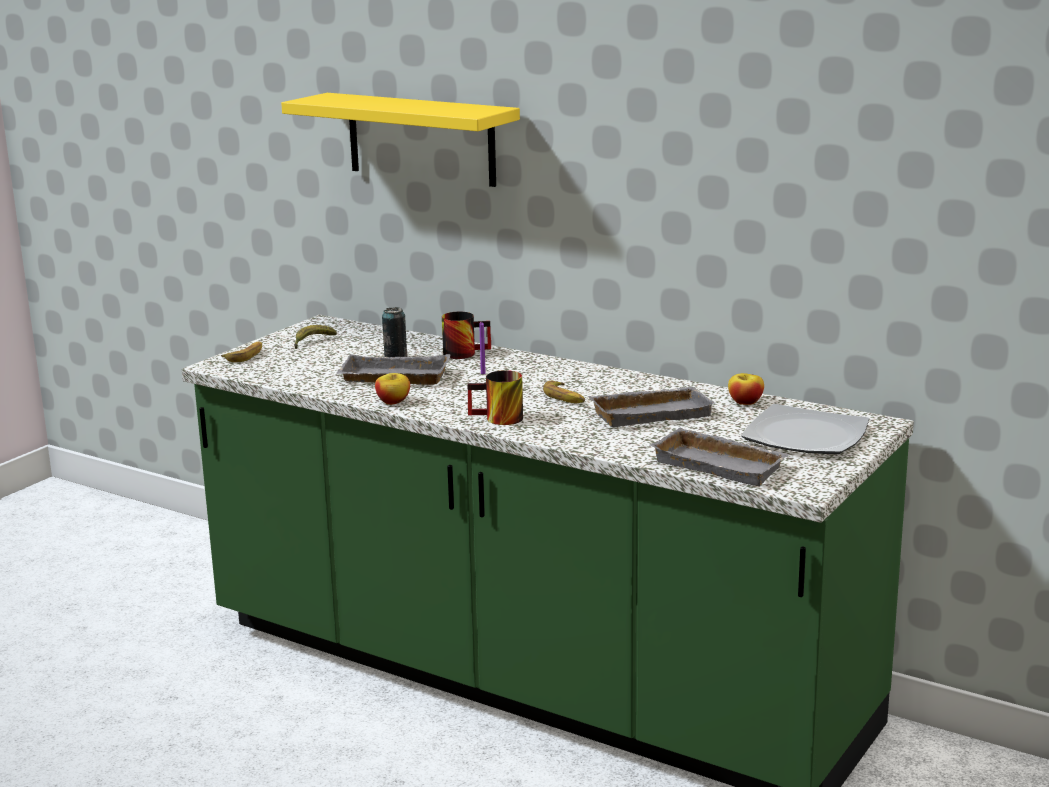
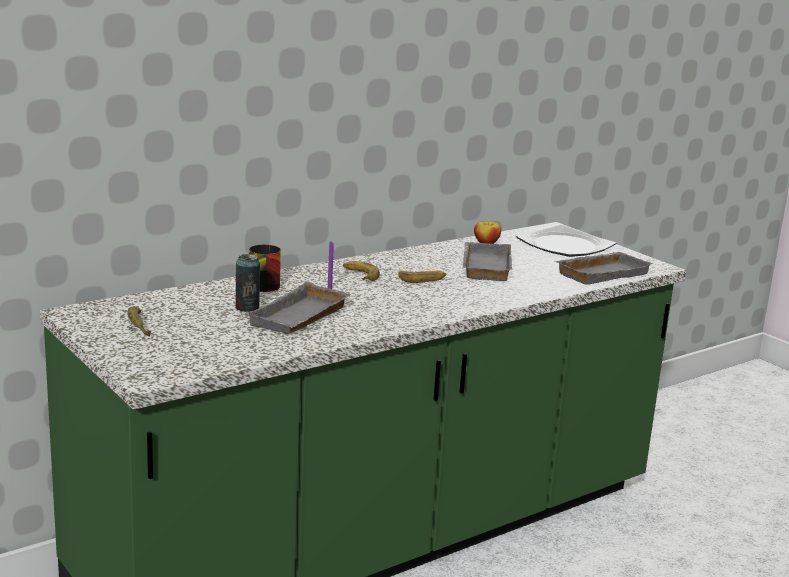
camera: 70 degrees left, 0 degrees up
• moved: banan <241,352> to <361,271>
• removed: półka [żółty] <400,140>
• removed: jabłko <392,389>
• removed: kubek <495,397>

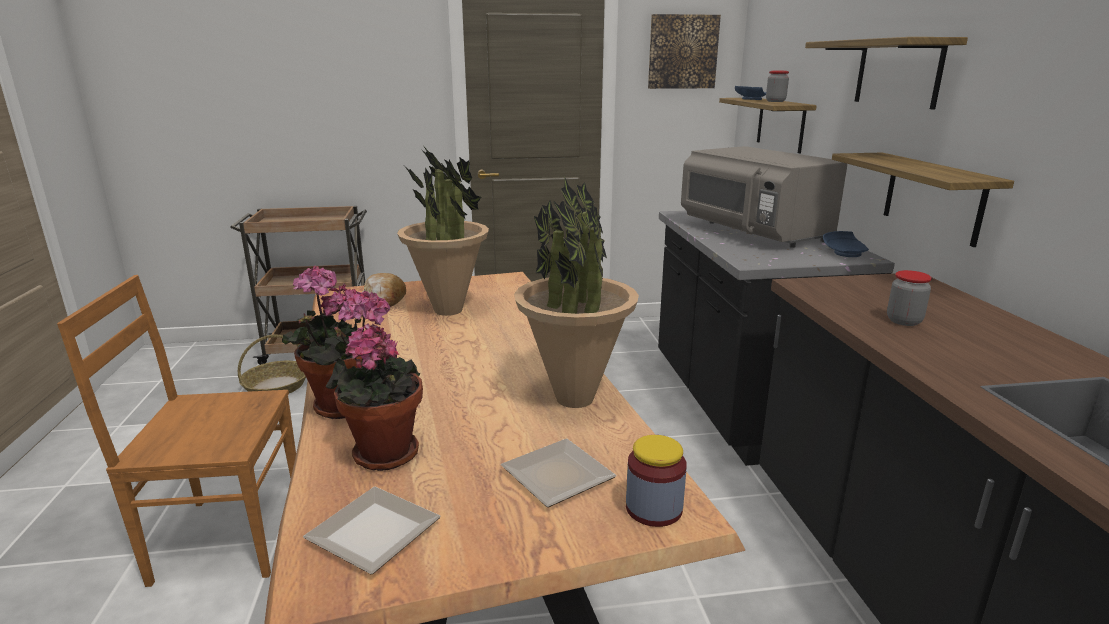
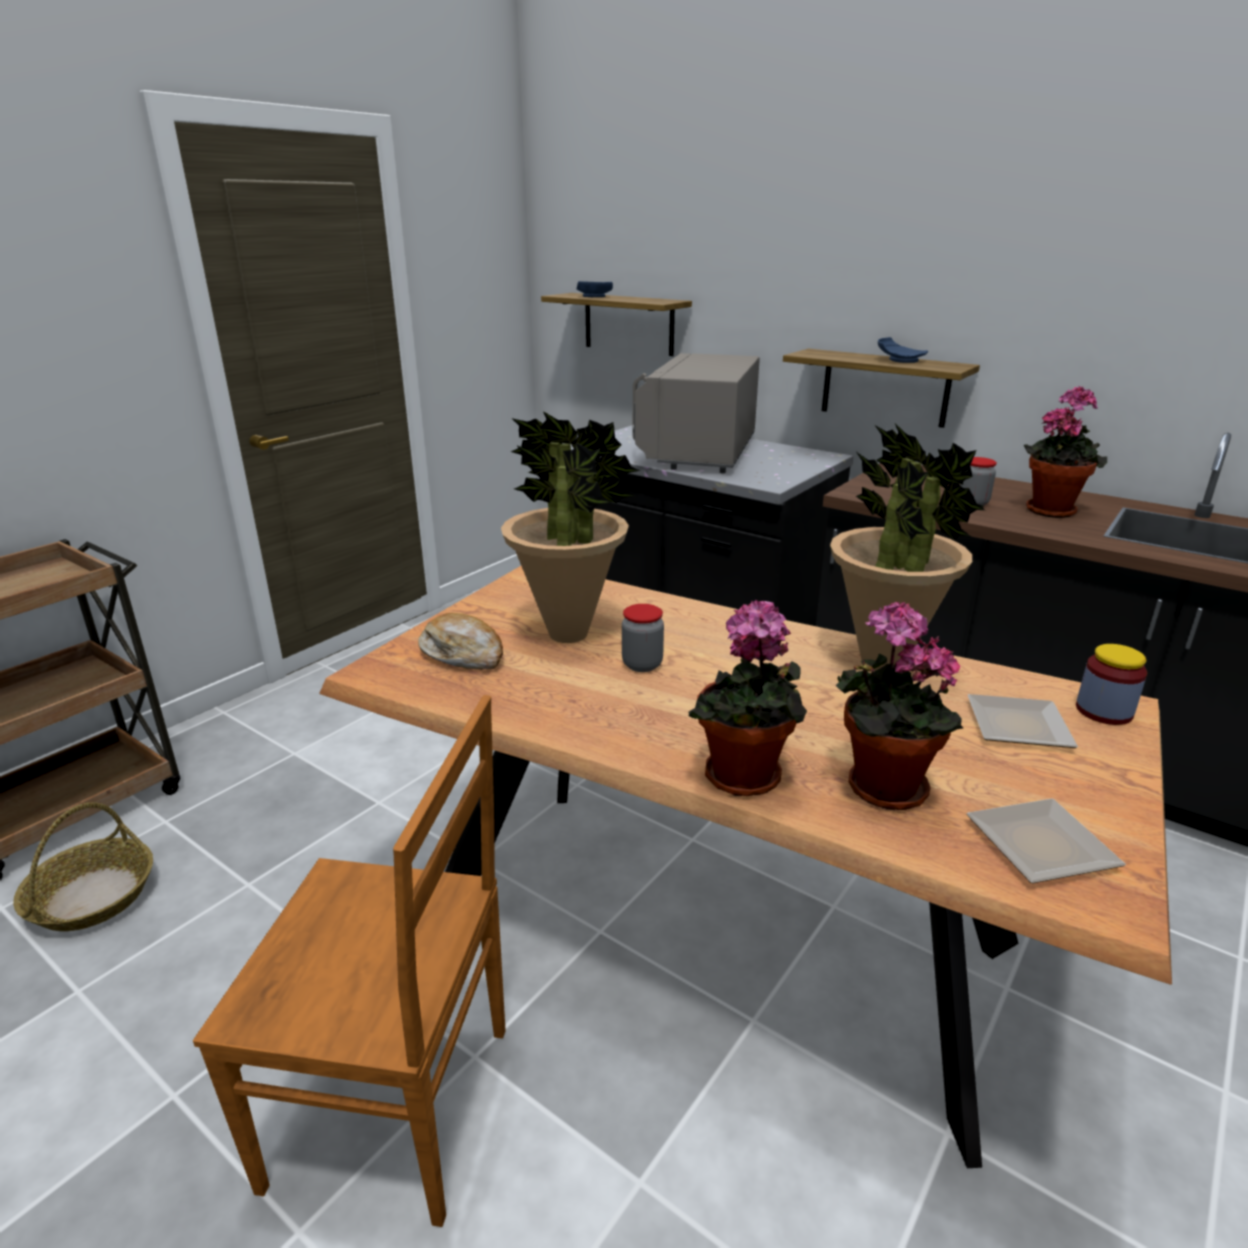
camera: 45 degrees left, 5 degrees up
• turned: krzesło [brązowy] <176,431> = <349,961> 120 degrees counterclockwise
• moved: słoik <777,86> to <643,638>
• turned: mikrofalówka [szary] <764,197> = <696,413> 90 degrees clockwise
• moved: talerz [niebieski] <846,244> to <903,350>
• added: roślina doniczkowa <1065,451>
• removed: obraz <684,51>
• removed: półka <886,73>

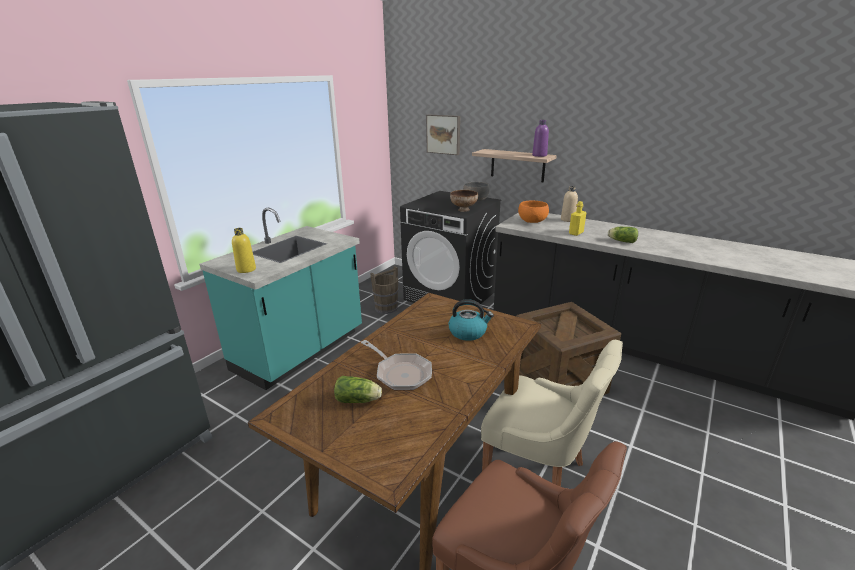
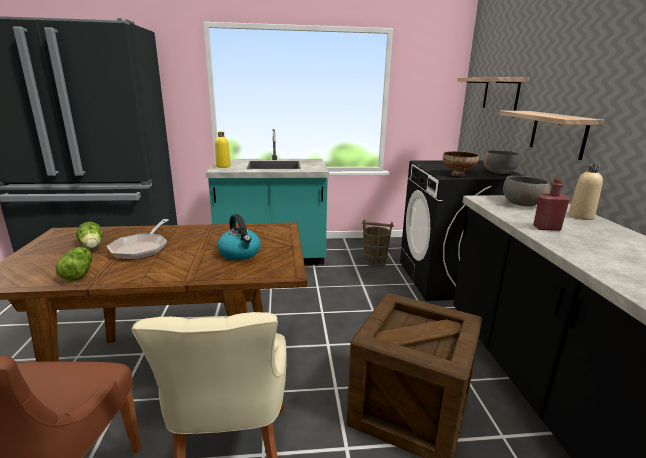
camera: 50 degrees right, 5 degrees down
• moved: sałata <623,235> to <73,264>
• replaced: obraz <443,135> to półka <493,94>
• recoloured: miska [pomarańczowy] <533,212> to miska [szary] <526,191>
• recoloured: butelka [żółty] <577,218> to butelka [czerwony] <551,204>
• removed: butelka [fioletowy] <540,138>

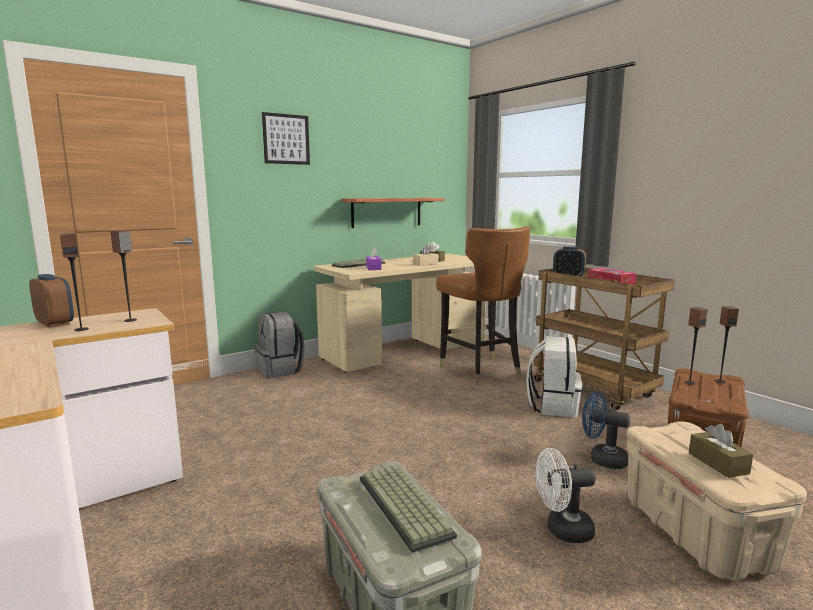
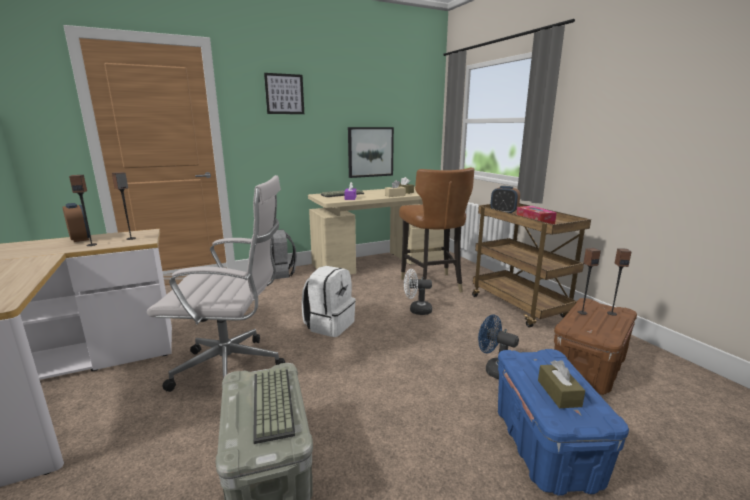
camera: 10 degrees right, 5 degrees up
• added: krzesło biurowe [biały] <216,283>
• moved: plecak [biały] <554,376> to <329,301>
• replaced: półka <392,213> to obraz <371,152>
• moved: wentylator [biały] <565,495> to <418,292>
• recoloured: pojemnik do przechowywania [beżowy] <717,501> to pojemnik do przechowywania [niebieski] <563,422>

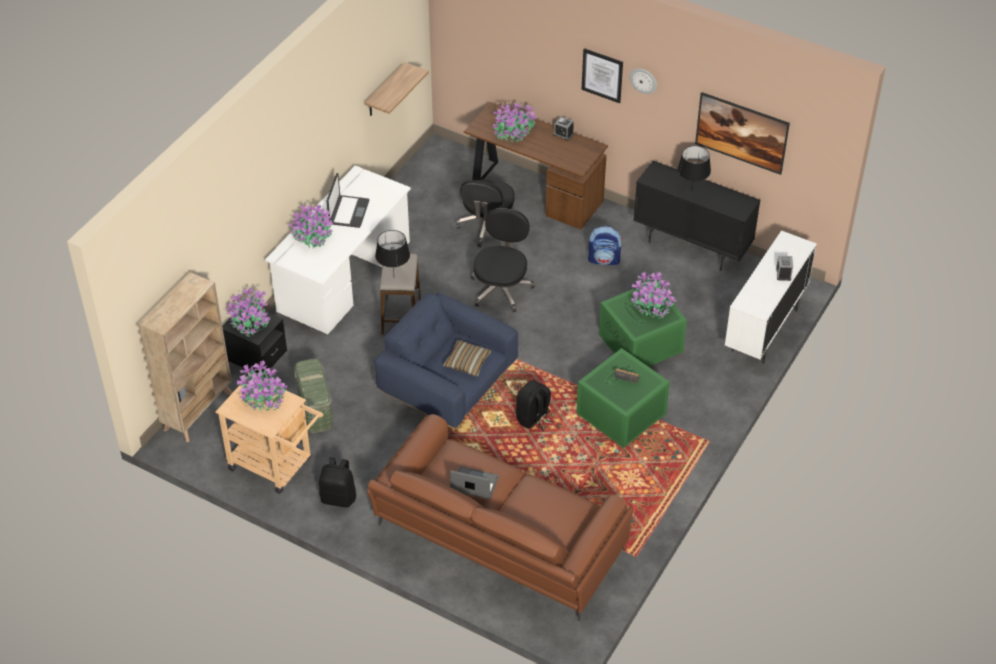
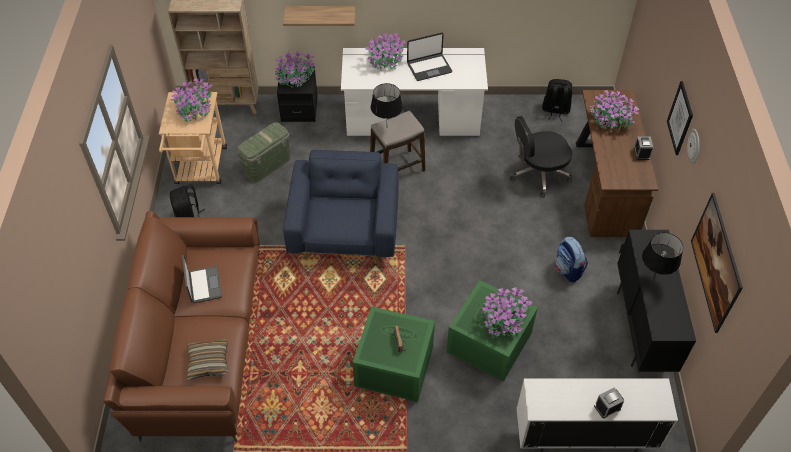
camera: 60 degrees right, 5 degrees up
• moved: poduszka <467,358> to <207,359>
• moved: półka <396,89> to <319,16>
• moved: plecak [czarny] <535,406> to <557,100>
• removed: krzesło biurowe [czarny] <503,260>

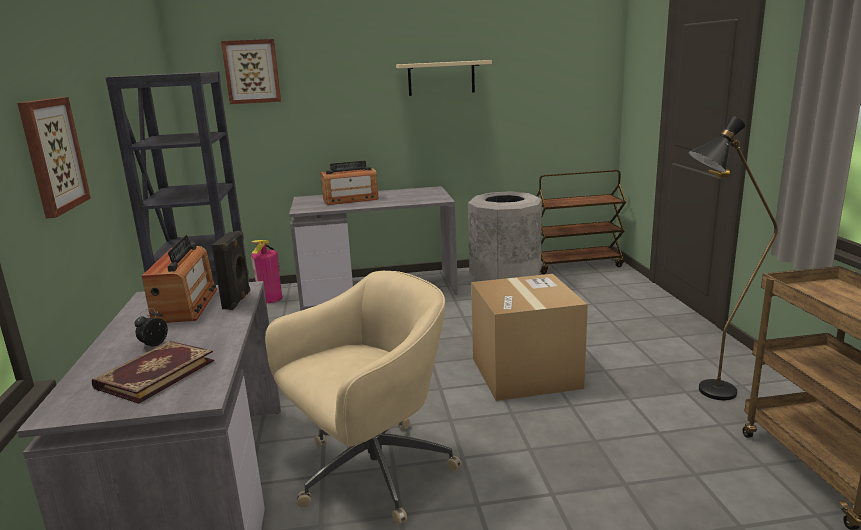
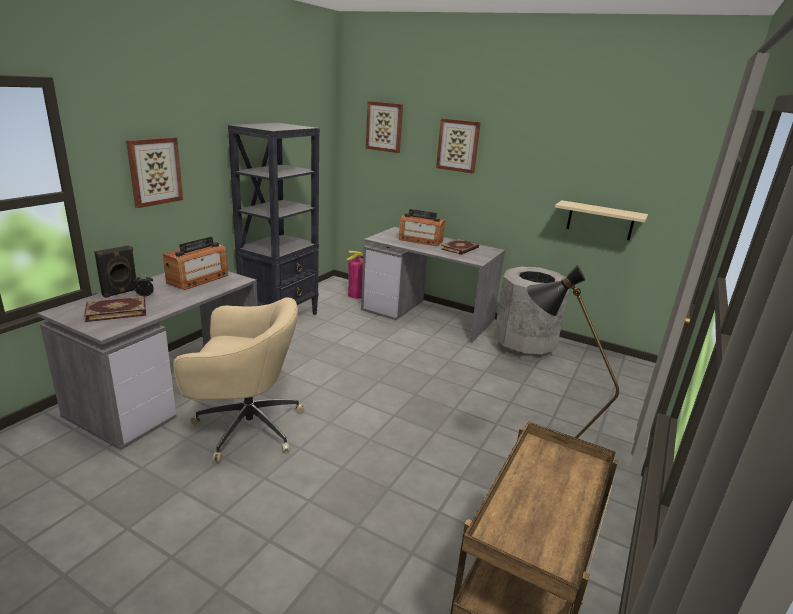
camera: 35 degrees right, 5 degrees up
• moved: głośnik [czarny] <231,270> to <115,271>
• added: obraz <458,145>
• added: książka <460,246>
• moved: półka [beżowy] <444,78> to <601,220>
• removed: karton <529,337>
• removed: wózek [brązowy] <581,222>

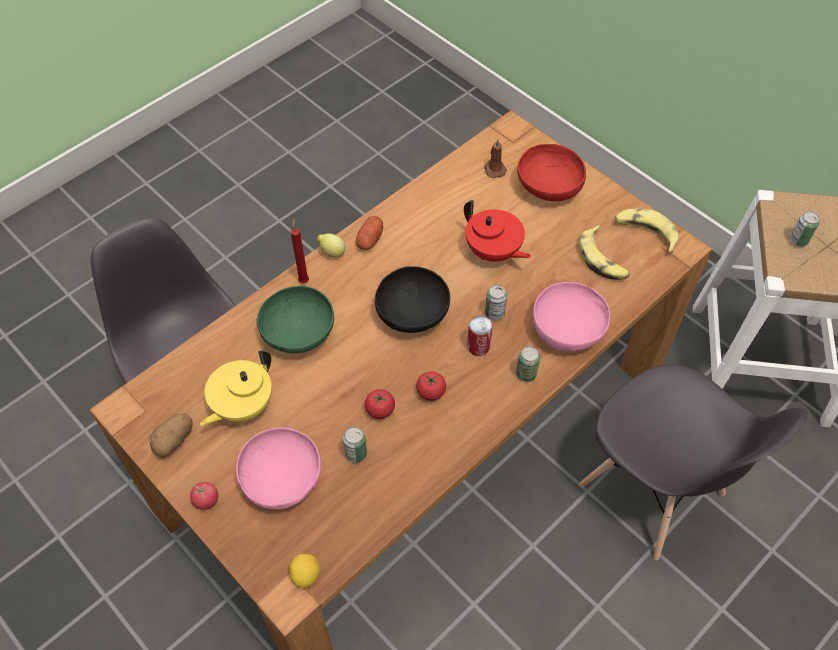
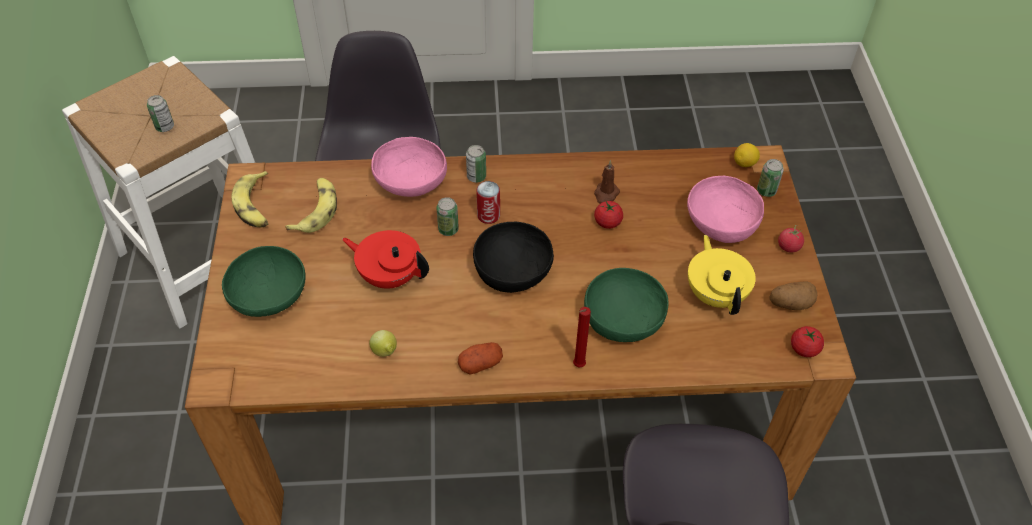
camera: 140 degrees left, 5 degrees down
• recoloured: miska [czerwony] <551,172> to miska [zielony] <263,281>
• turned: imbryk [czerwony] <497,231> = <385,259> 60 degrees counterclockwise
• moved: cytryna <331,246> to <383,343>
• moved: świeca [brązowy] <495,158> to <607,182>
• turned: imbryk [żółty] <236,388> = <722,275> 90 degrees counterclockwise
• moved: puszka <355,445> to <770,178>
• moved: pomidor <431,386> to <807,341>

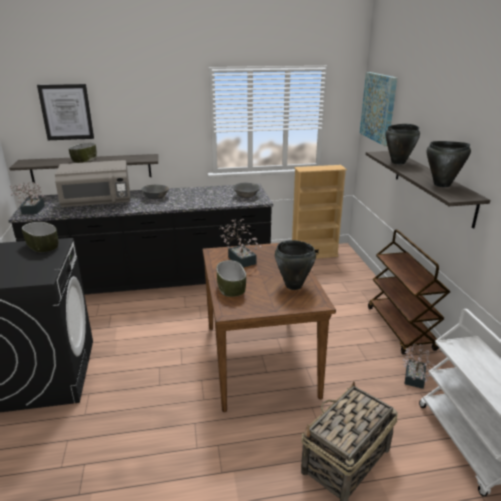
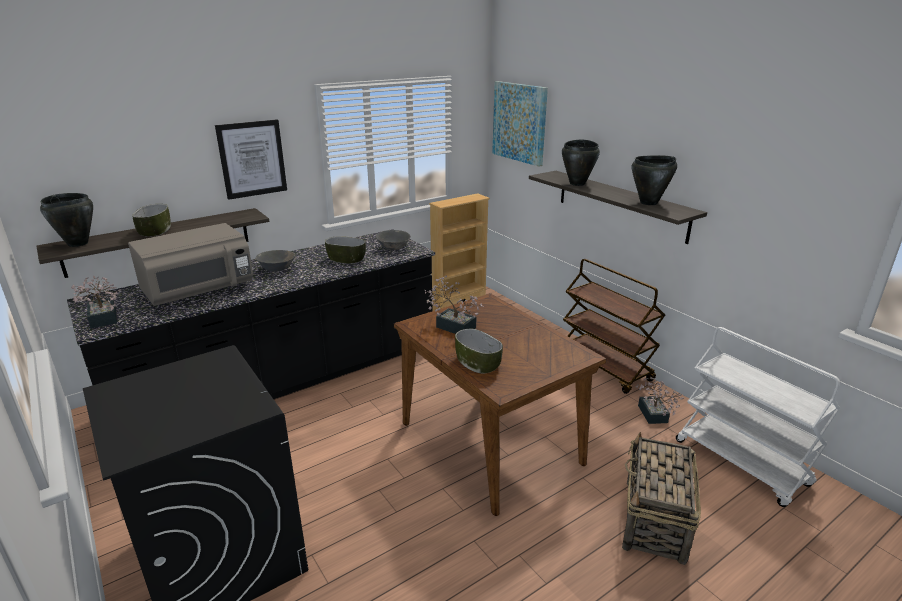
camera: 25 degrees left, 0 degrees up
• moved: garnek [czarny] <295,265> to <66,220>
• moved: obraz <65,112> to <251,159>
• moved: miska <40,237> to <345,250>

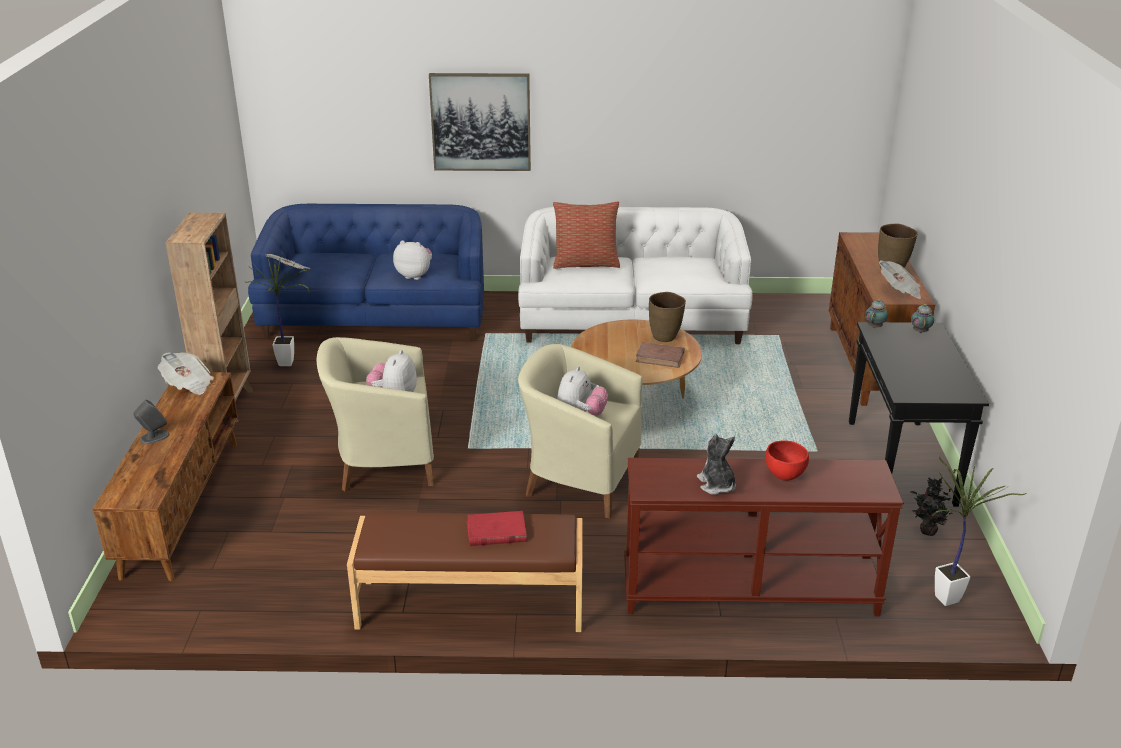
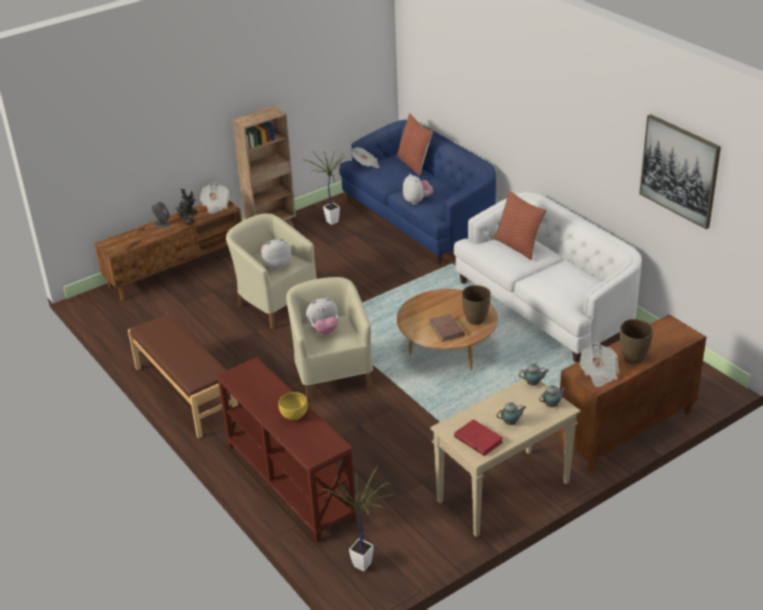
camera: 55 degrees right, 5 degrees up
• moved: roślina doniczkowa <934,506> to <186,207>
• recoloured: miska [czerwony] <787,460> to miska [żółty] <293,406>
• added: poduszka <414,145>
• recoloured: stolik konsolowy [czarny] <919,414> to stolik konsolowy [beżowy] <505,458>
• moved: książka [czerwony] <497,528> to <478,437>
• added: imbryk <511,413>
• moved: obraz <480,122> to <680,171>
• removed: pluszak <716,464>

